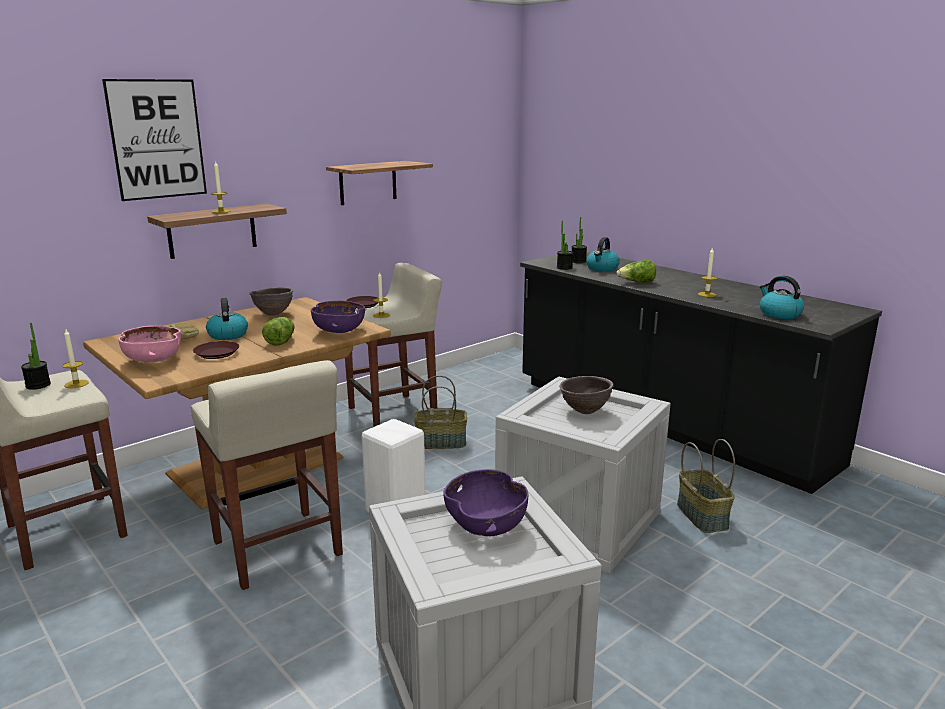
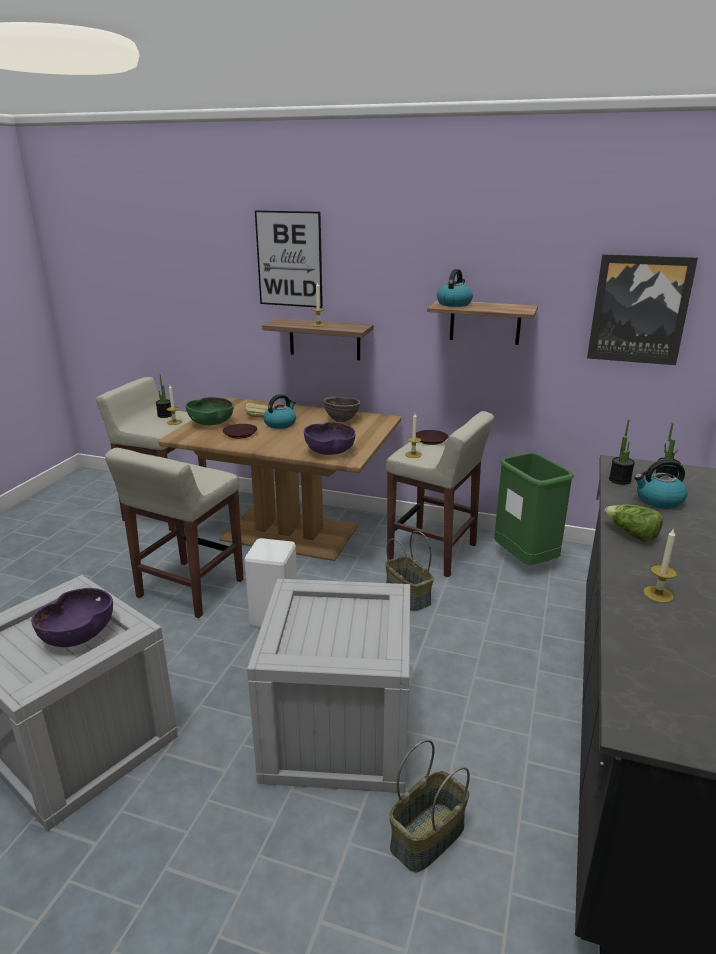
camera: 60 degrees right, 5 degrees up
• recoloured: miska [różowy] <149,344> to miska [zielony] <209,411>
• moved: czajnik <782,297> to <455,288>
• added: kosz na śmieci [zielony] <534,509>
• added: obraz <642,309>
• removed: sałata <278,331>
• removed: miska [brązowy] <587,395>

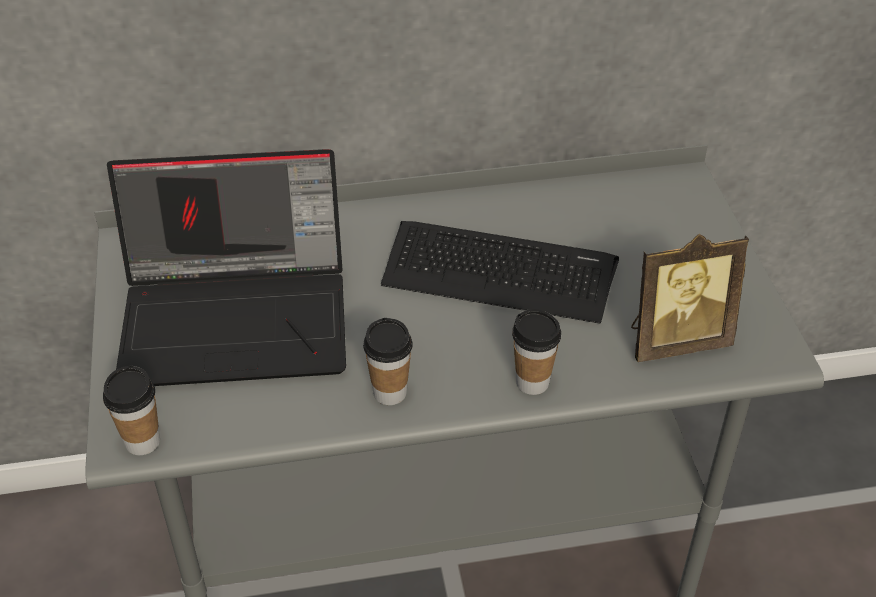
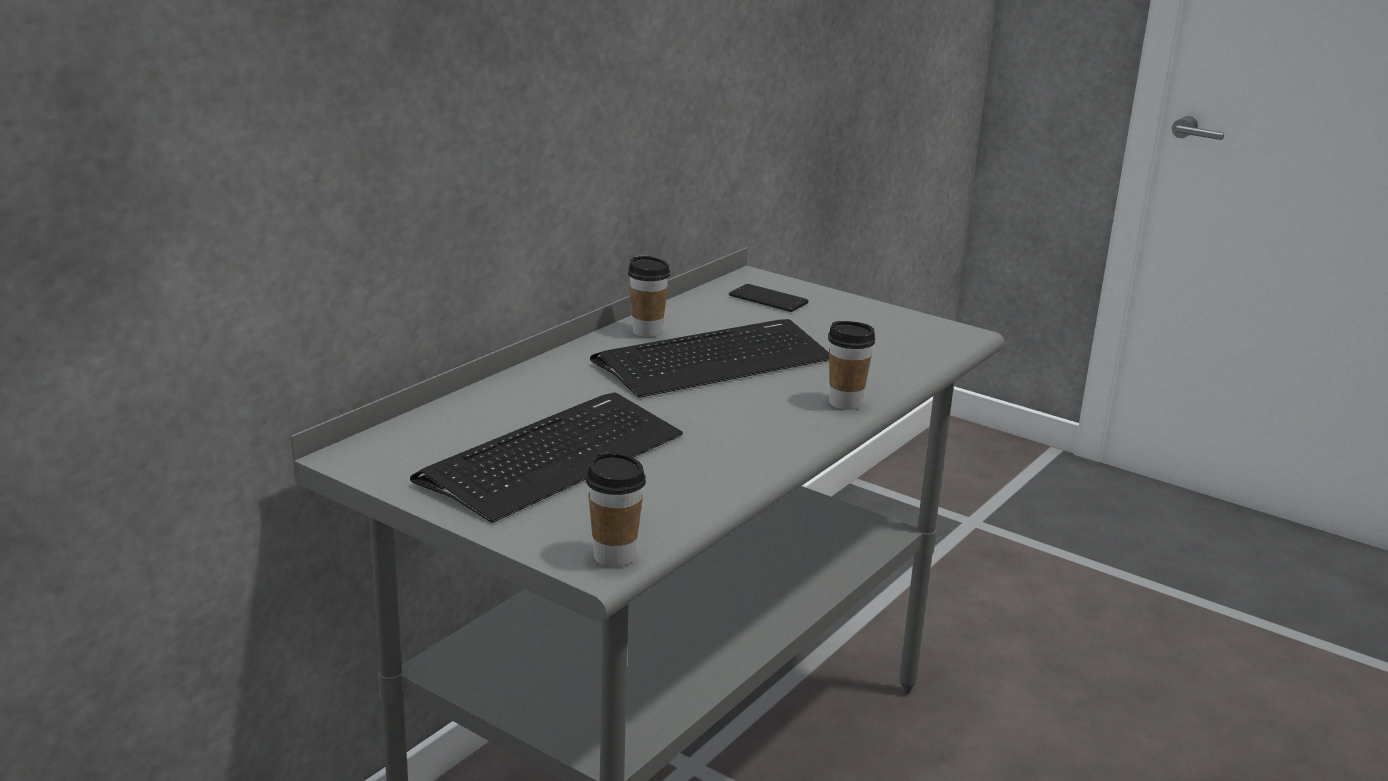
camera: 45 degrees left, 20 degrees down
• replaced: laptop <226,267> to klawiatura <546,458>
• moved: filiżanka <388,361> to <649,296>
• added: telefon <768,298>
• removed: ramka na zdjęcie <690,298>

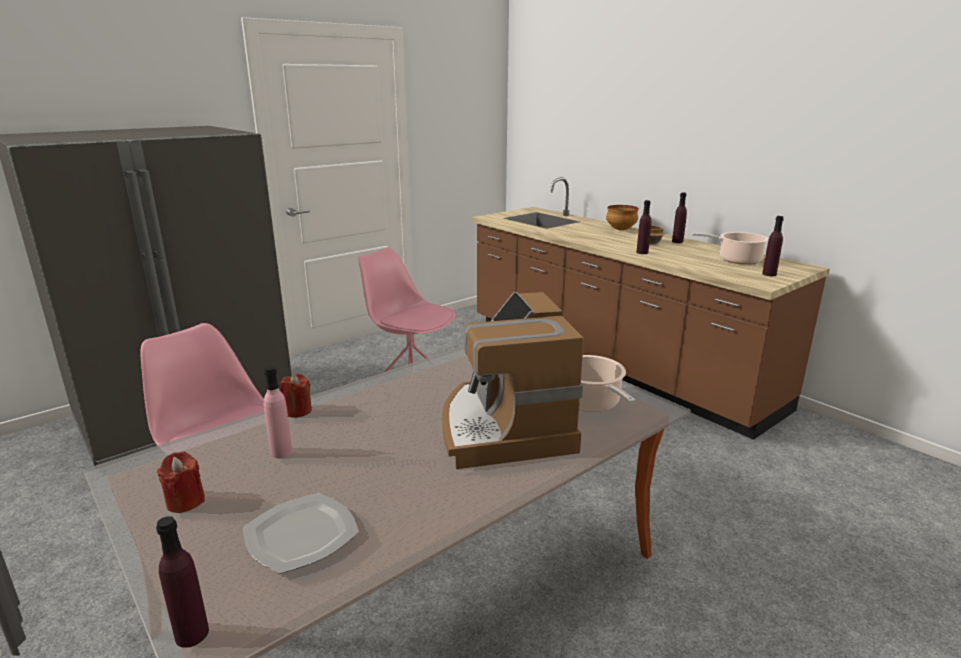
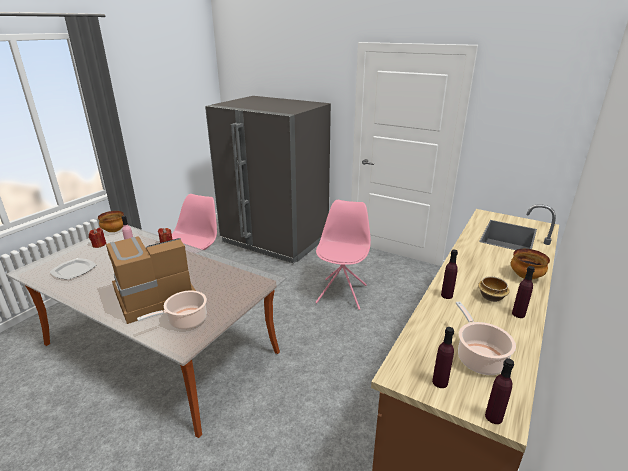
camera: 70 degrees right, 5 degrees up
• added: miska <111,221>
• moved: butelka [fioletowy] <182,582> to <499,391>

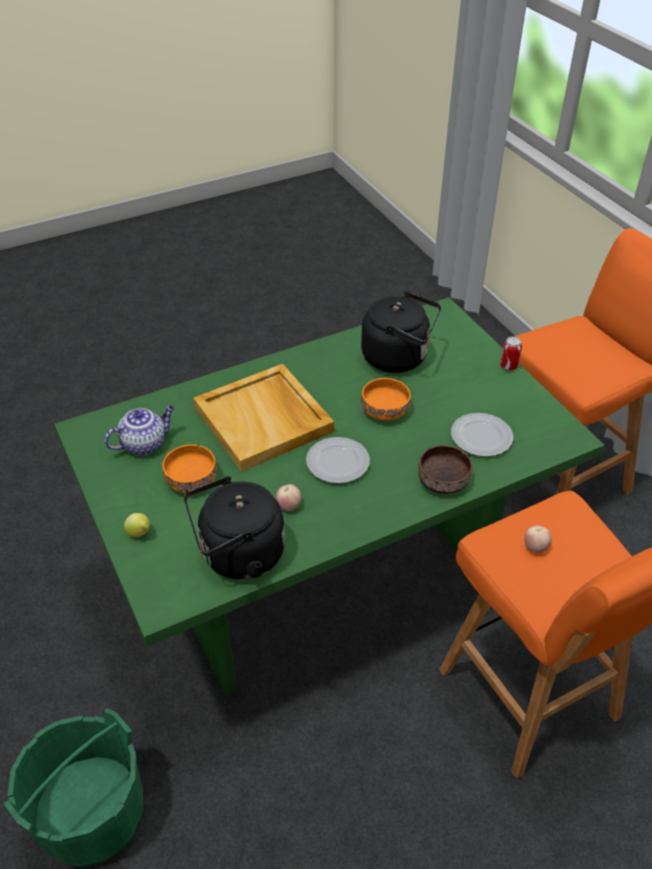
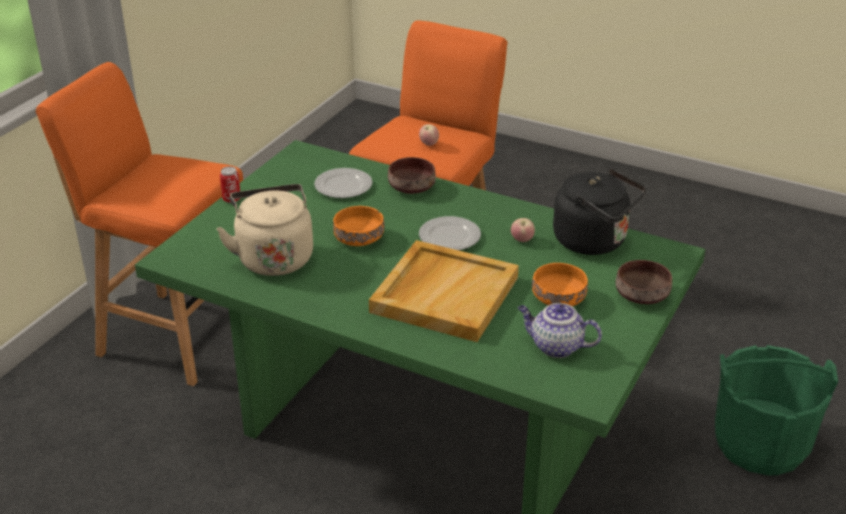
camera: 125 degrees left, 10 degrees down
• recoloured: czajnik [czarny] <401,332> to czajnik [beżowy] <264,230>
• replaced: cytryna <137,525> to miska [brązowy] <643,282>

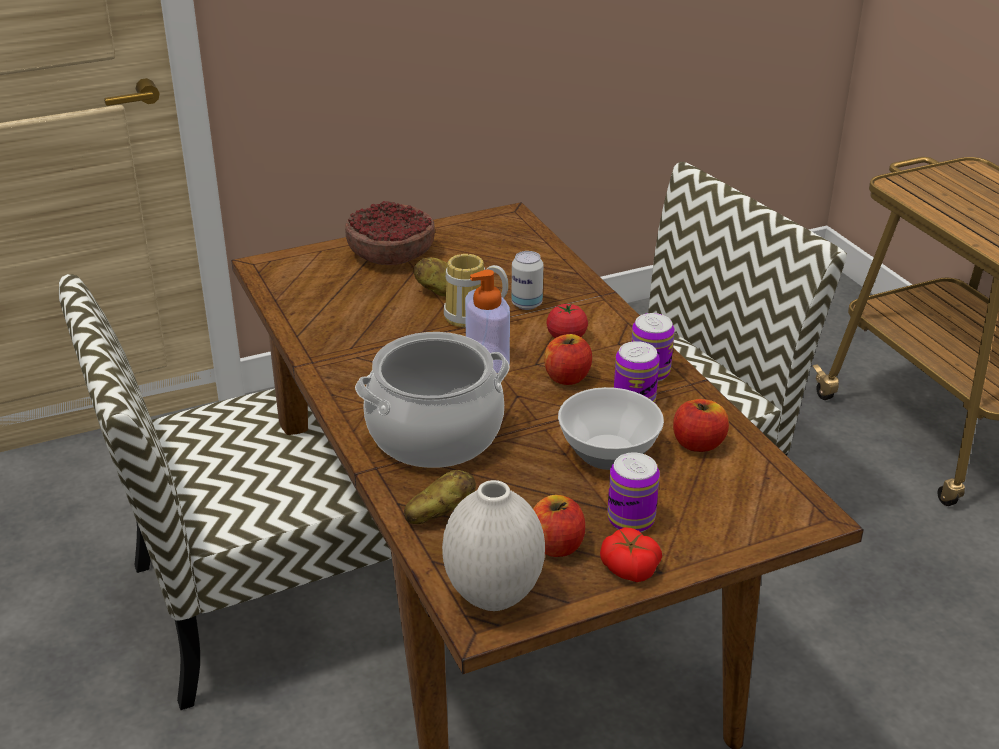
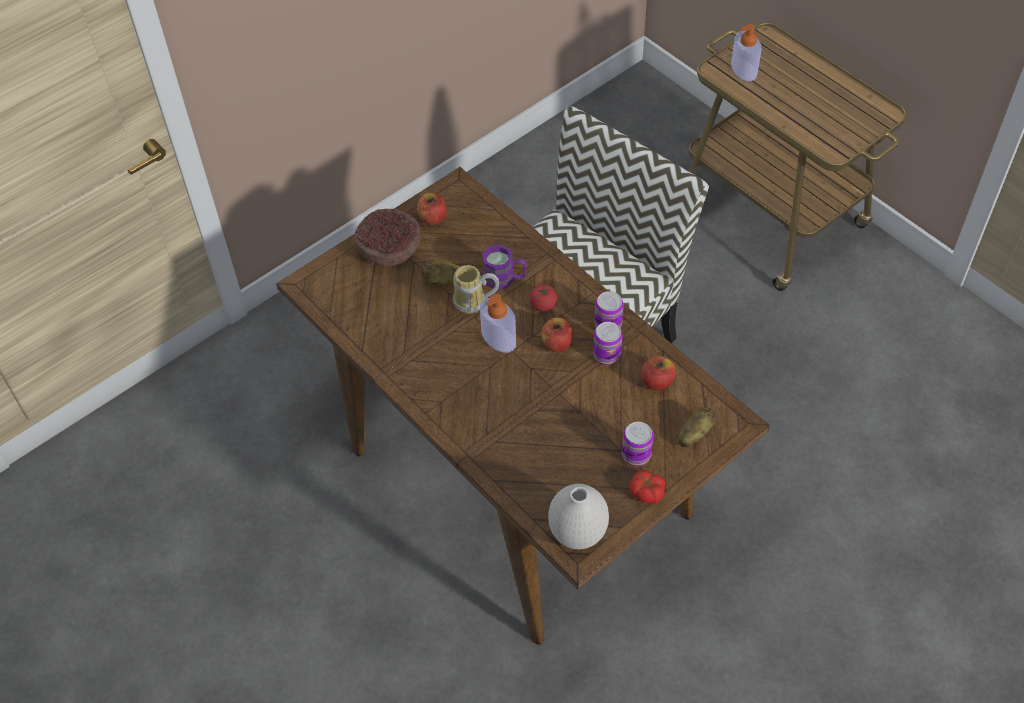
camera: 15 degrees left, 20 degrees up
• moved: jabłko <559,526> to <432,209>
• replaced: puszka <527,280> to kubek [fioletowy] <504,267>
• moved: ziemniak <440,497> to <698,427>
• added: dozownik mydła <746,52>
• removed: krzesło <225,492>
• removed: garnek <432,400>
• removed: miska <611,428>

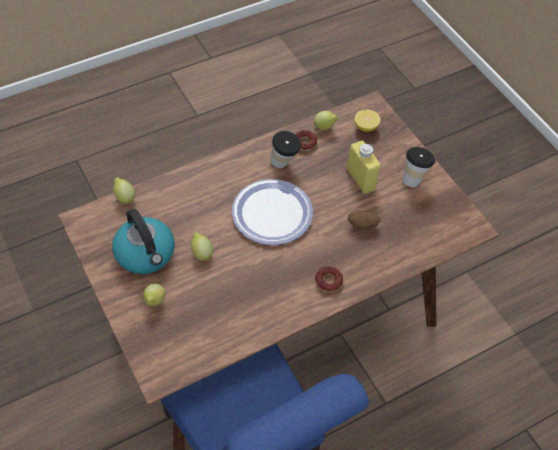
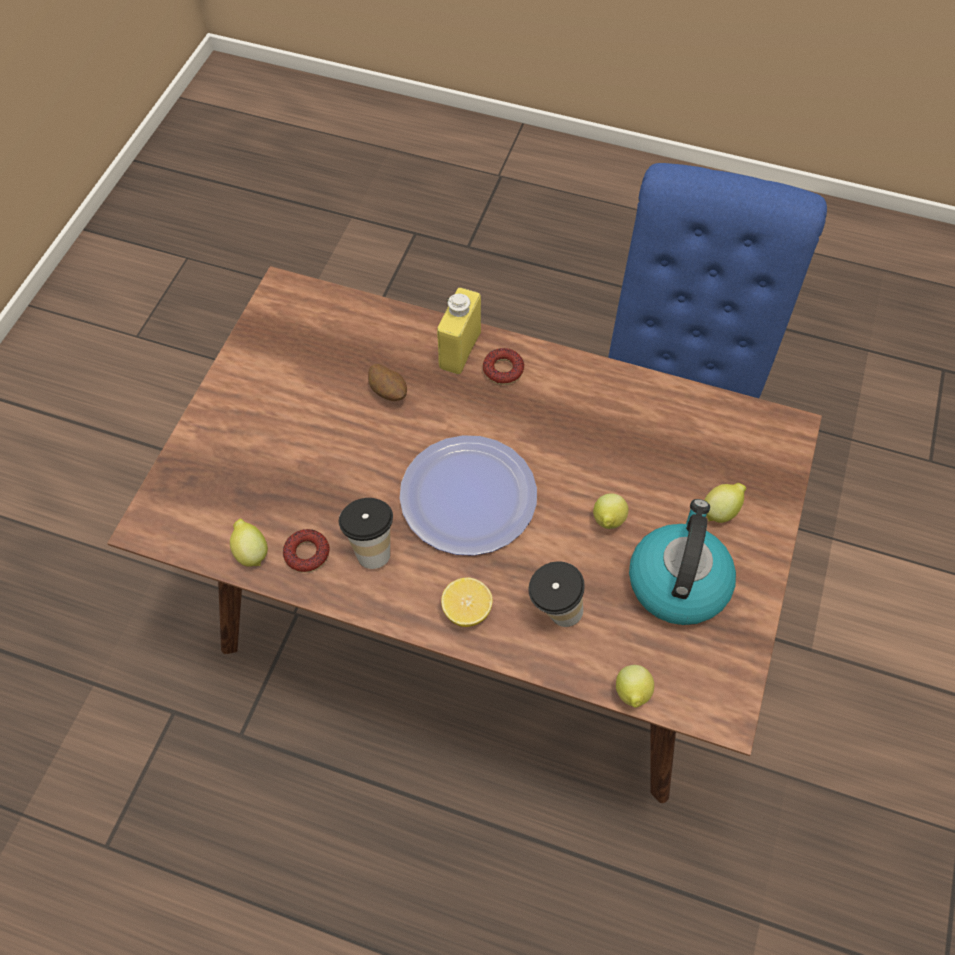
camera: 130 degrees left, 5 degrees up
• moved: butelka [żółty] <363,167> to <459,331>
• moved: cytryna <367,121> to <467,602>
• moved: filiżanka <418,167> to <556,594>

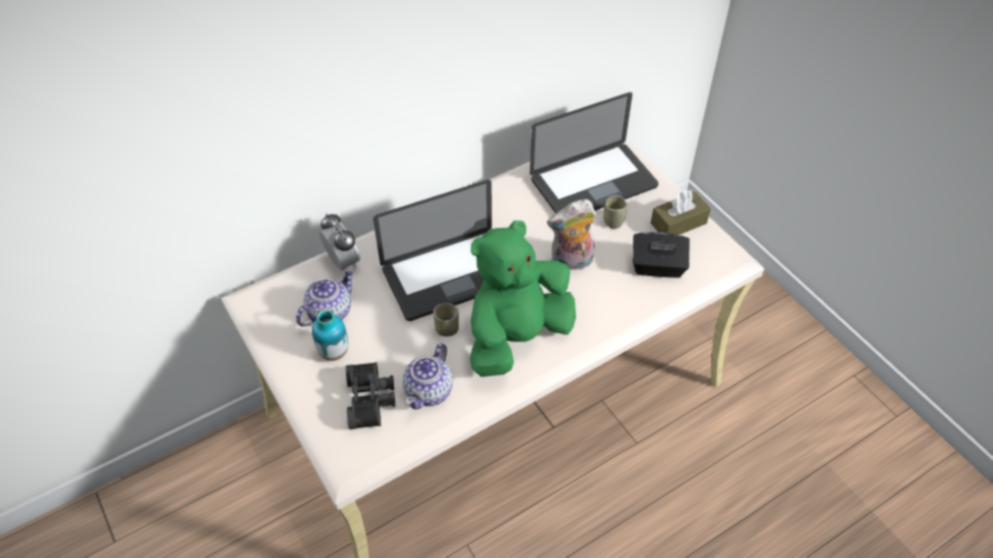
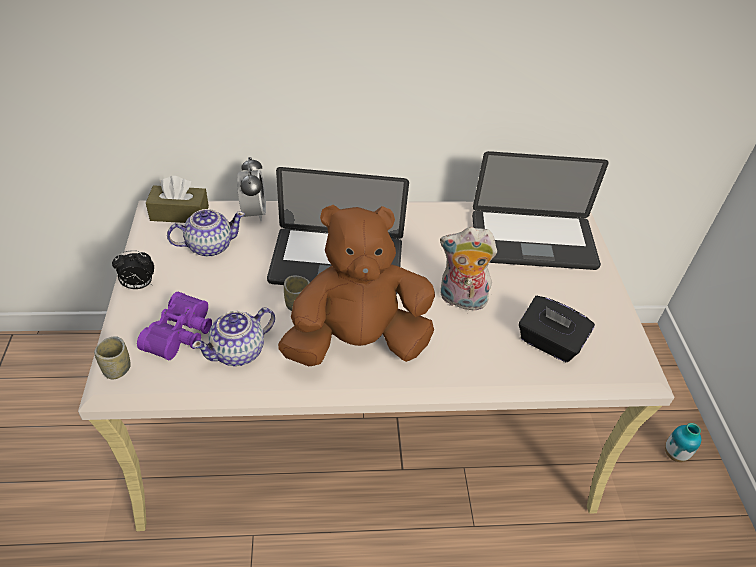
camera: 25 degrees right, 5 degrees down
• moved: filiżanka <615,212> to <112,357>
• added: budzik <133,269>
• recoloured: lornetka [czarny] <370,396> to lornetka [fioletowy] <174,326>
• moved: pudełko chusteczek [brązowy] <681,212> to <177,199>
• recoloured: pluszak [zielony] <523,298> to pluszak [brązowy] <356,285>
• moved: wazon <330,335> to <683,442>

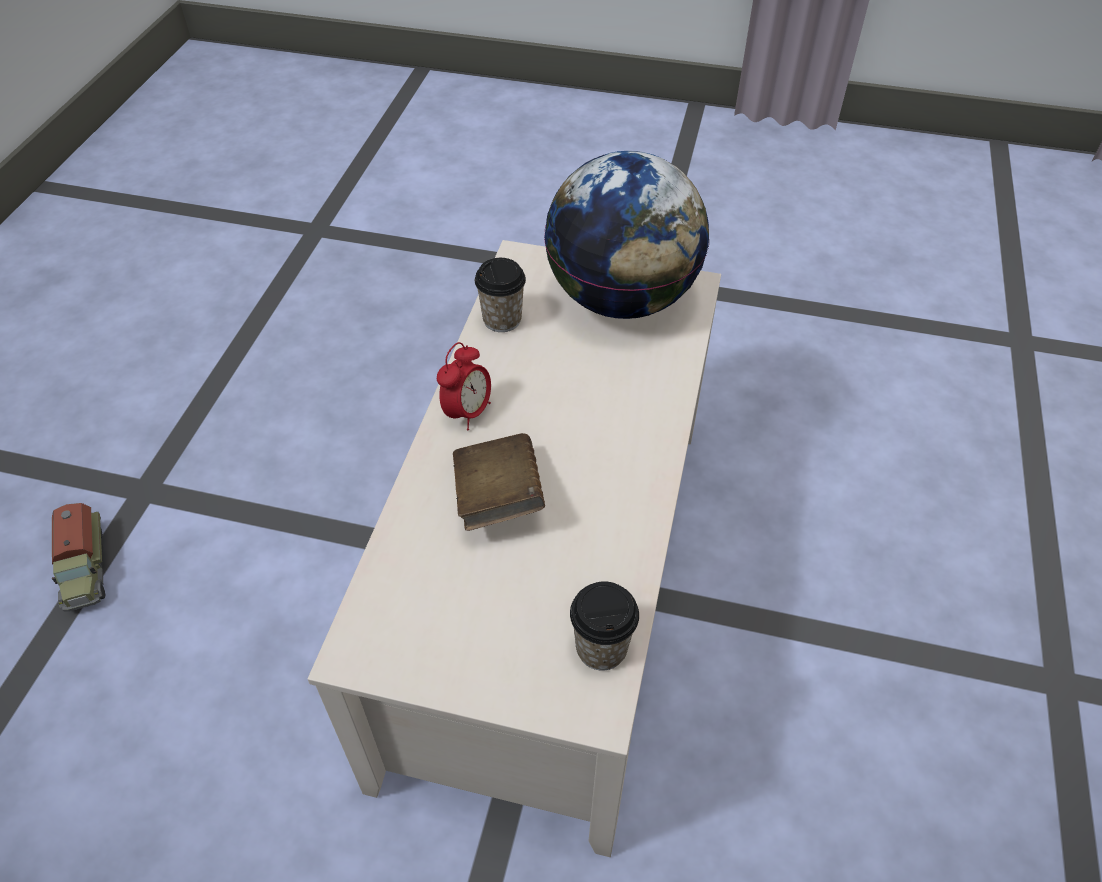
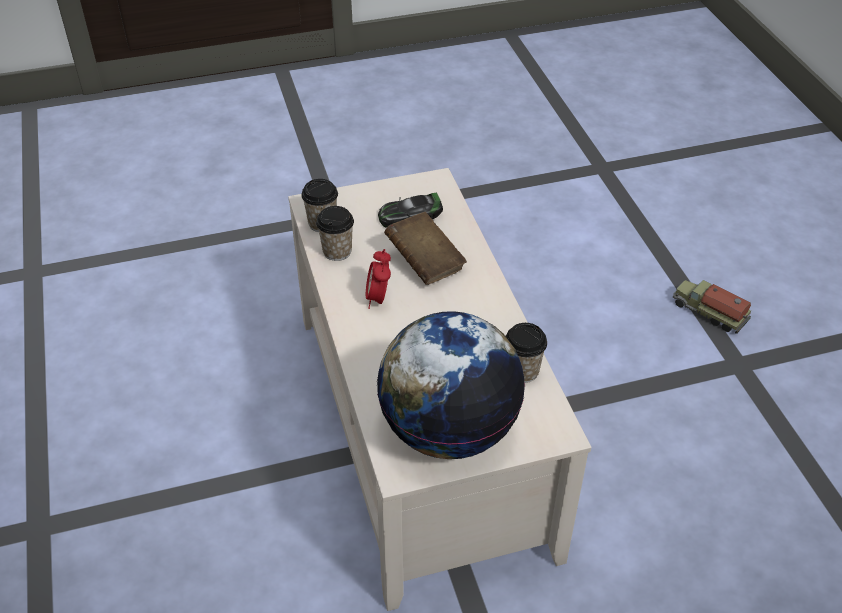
camera: 150 degrees right, 5 degrees down
• added: filiżanka <335,233>
• moved: budzik <464,386> to <378,279>
• added: samochodzik <410,210>

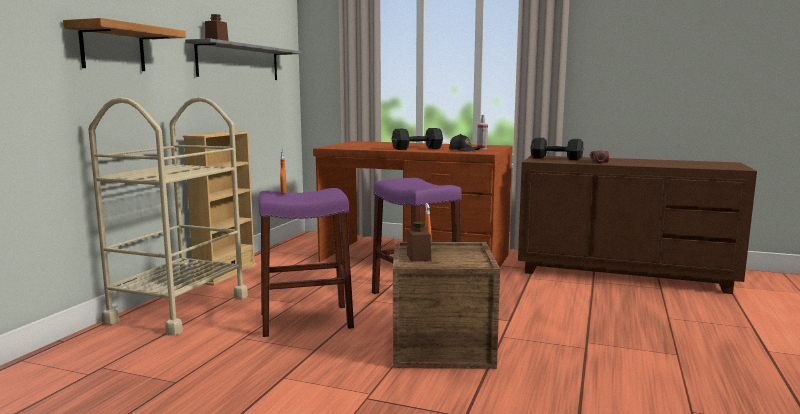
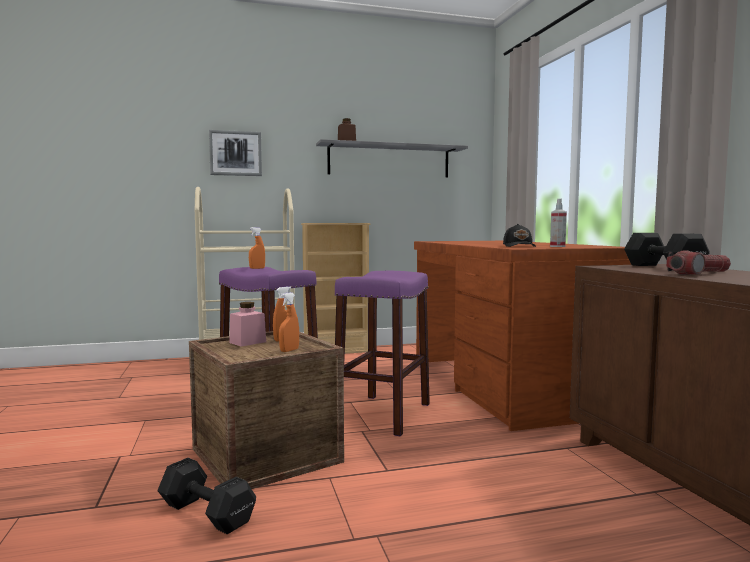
camera: 55 degrees right, 5 degrees down
• moved: hantel [czarny] <417,139> to <206,496>
• replaced: półka <124,44> to obraz <235,153>
• recoloured: słoik [brązowy] <419,241> to słoik [różowy] <247,324>
• added: spryskiwacz [pomarańczowy] <289,322>

